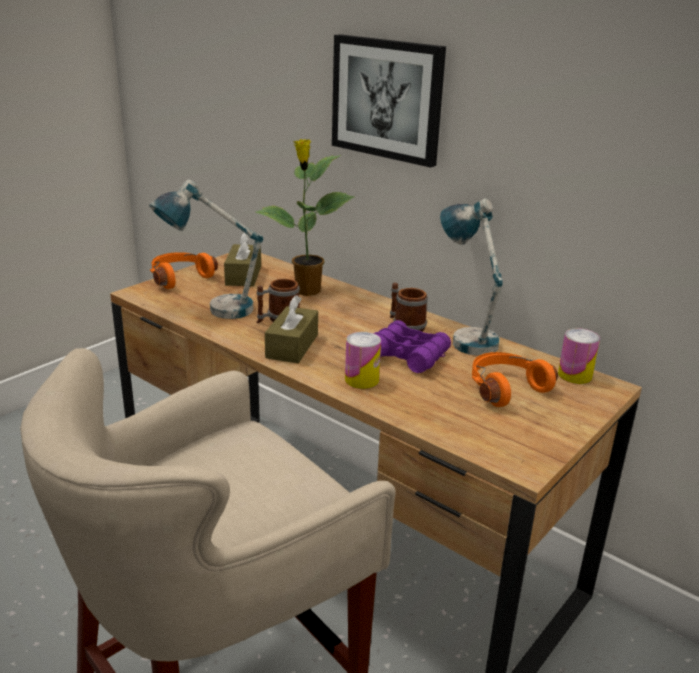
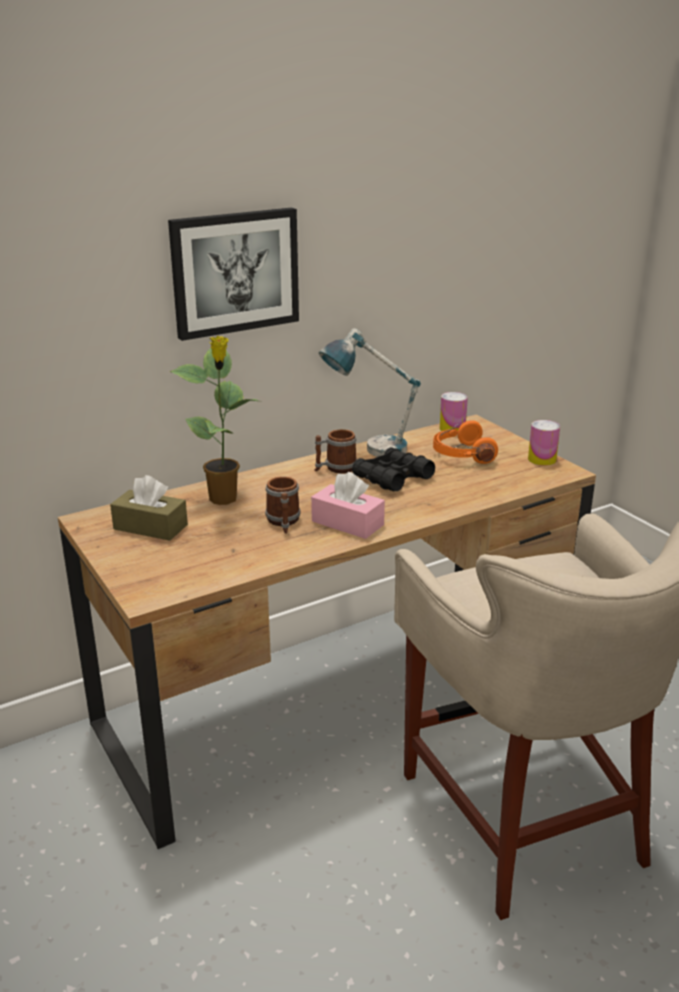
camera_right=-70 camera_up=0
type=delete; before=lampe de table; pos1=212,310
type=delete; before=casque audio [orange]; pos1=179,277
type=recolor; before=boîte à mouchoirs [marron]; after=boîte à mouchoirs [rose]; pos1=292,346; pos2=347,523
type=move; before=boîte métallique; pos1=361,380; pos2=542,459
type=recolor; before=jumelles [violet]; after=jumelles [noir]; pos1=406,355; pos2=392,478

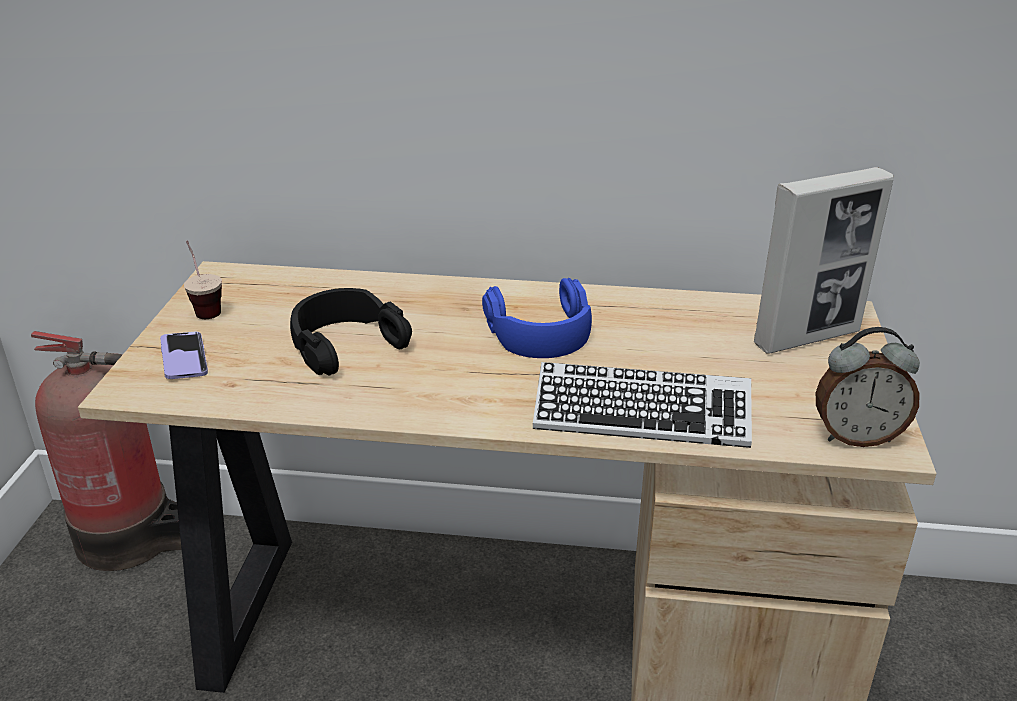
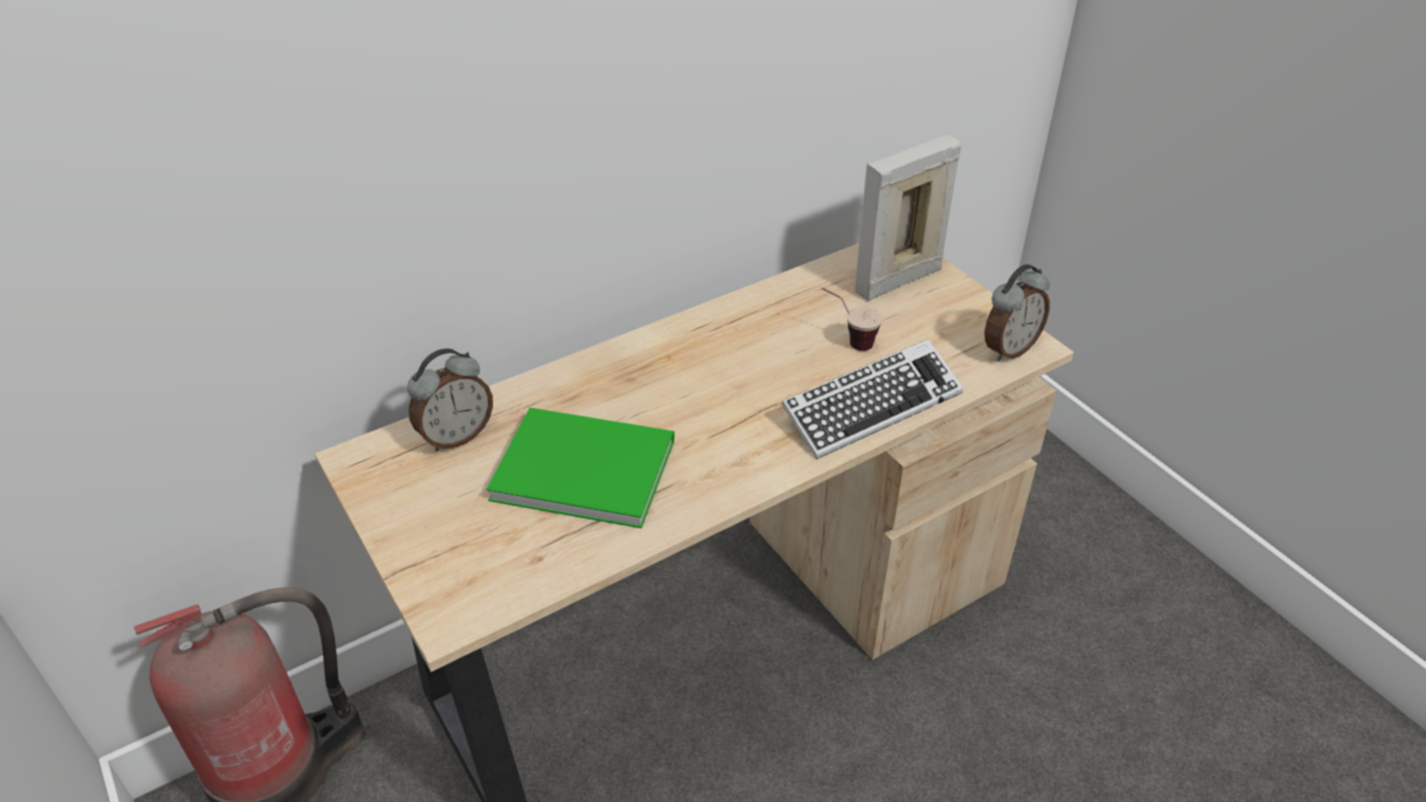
camera_right=-40 camera_up=10
type=delete; before=téléphone; pos1=184,357
type=move; before=tasse; pos1=204,307; pos2=847,341
type=replace; before=casque audio [noir]; after=livre [vert]; pos1=345,344; pos2=580,466
type=delete; before=casque audio [bleu]; pos1=540,331
type=rotate; before=cadre photo; pos1=807,338; pos2=897,281; turn=-150
type=insert; after=réveil; pos2=456,436

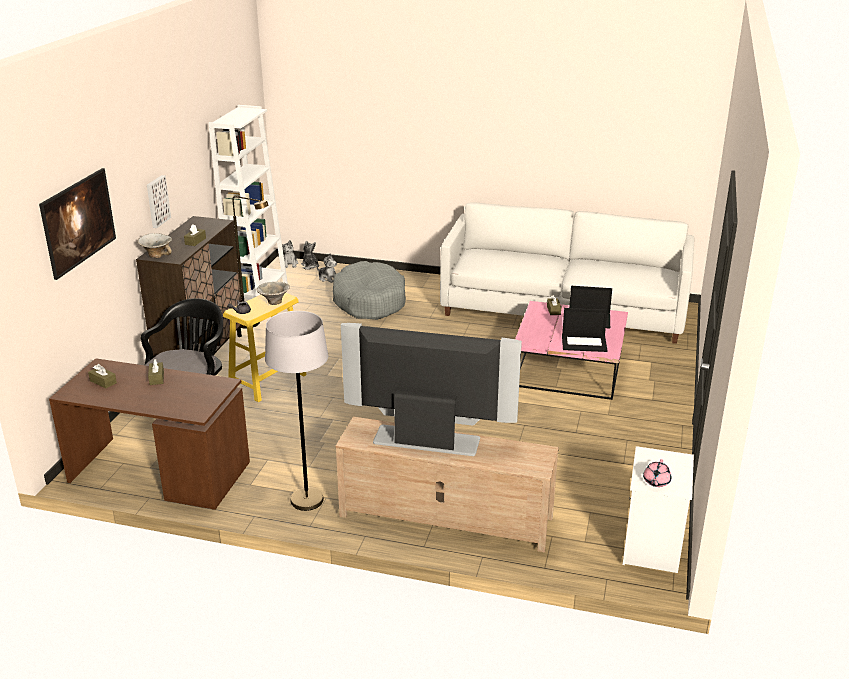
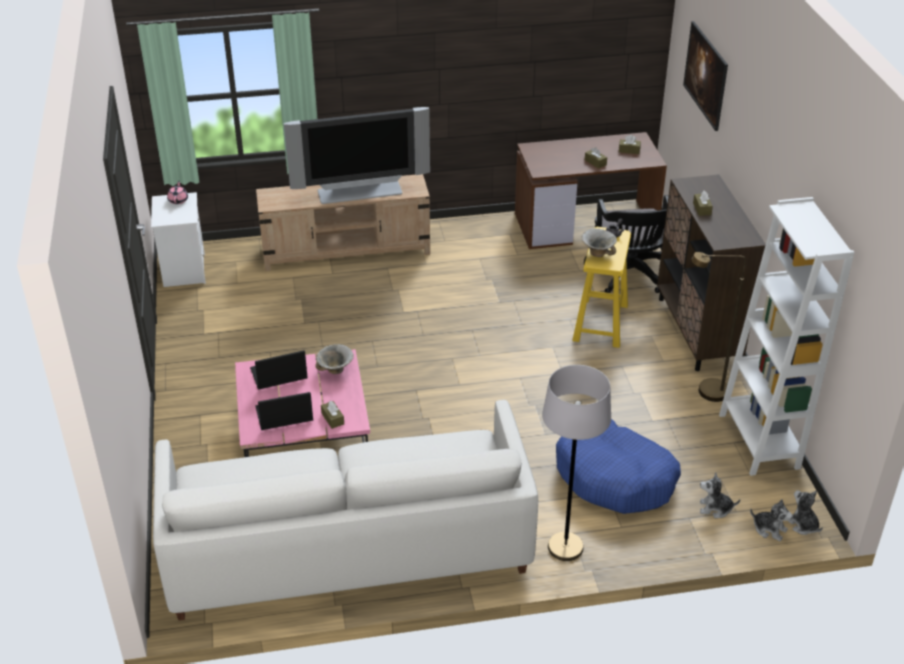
camera_right=155 camera_up=10
type=move; before=bol; pos1=157,255; pos2=335,370
type=delete; before=tableau; pos1=157,201
type=move; before=lampadaire [gris]; pos1=307,500; pos2=565,547
type=recolor; before=panier pour chien [gris]; after=panier pour chien [bleu]; pos1=369,301; pos2=614,477

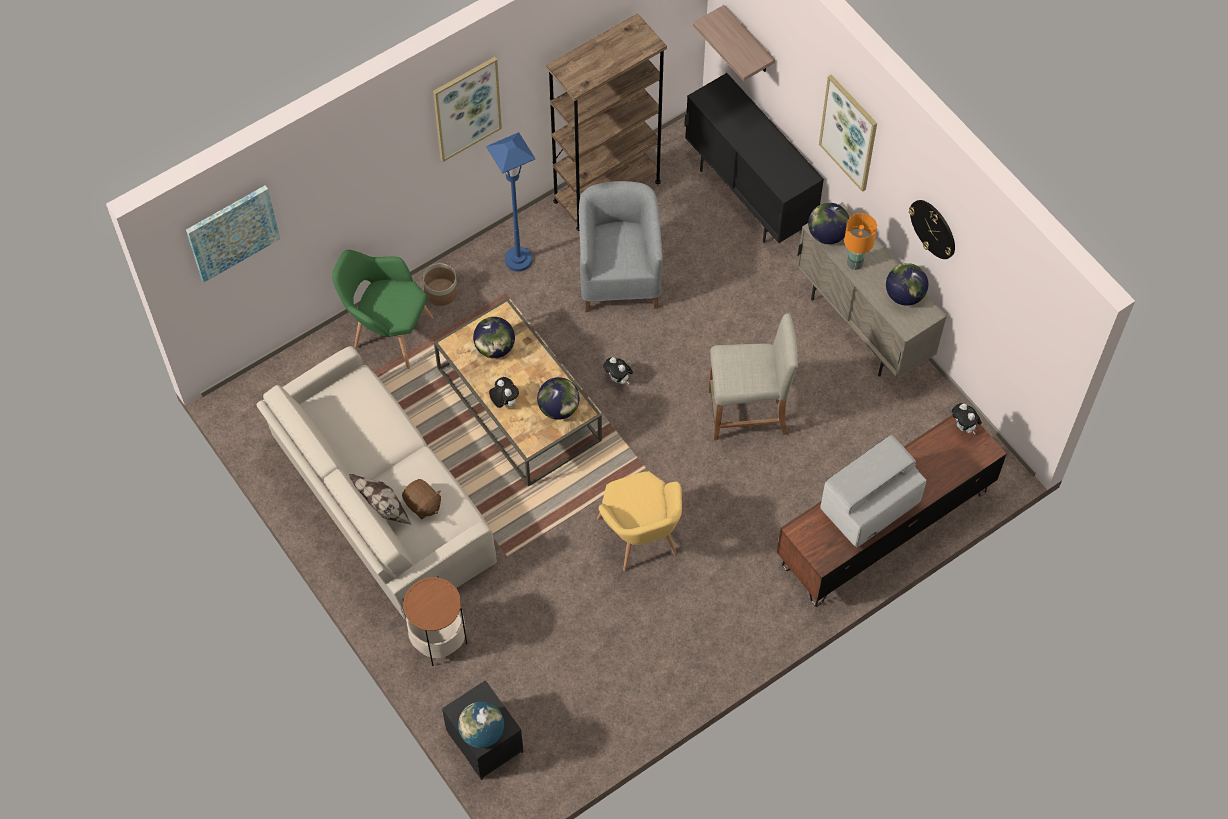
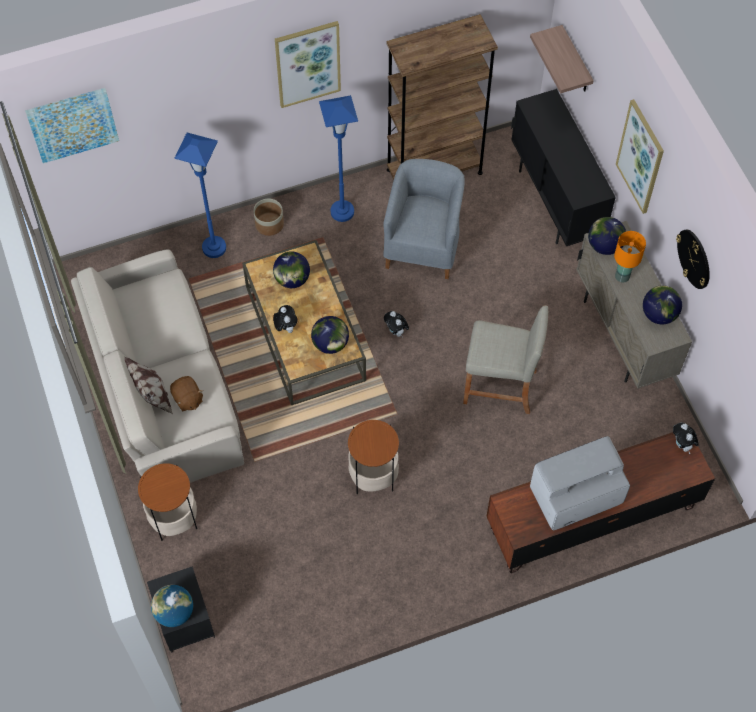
camera_right=15 camera_up=0
type=replace; before=fauteuil [vert]; after=lampadaire [bleu]; pos1=387,332; pos2=214,247
type=replace; before=fauteuil [jaune]; after=table d'appoint; pos1=640,541; pos2=373,476

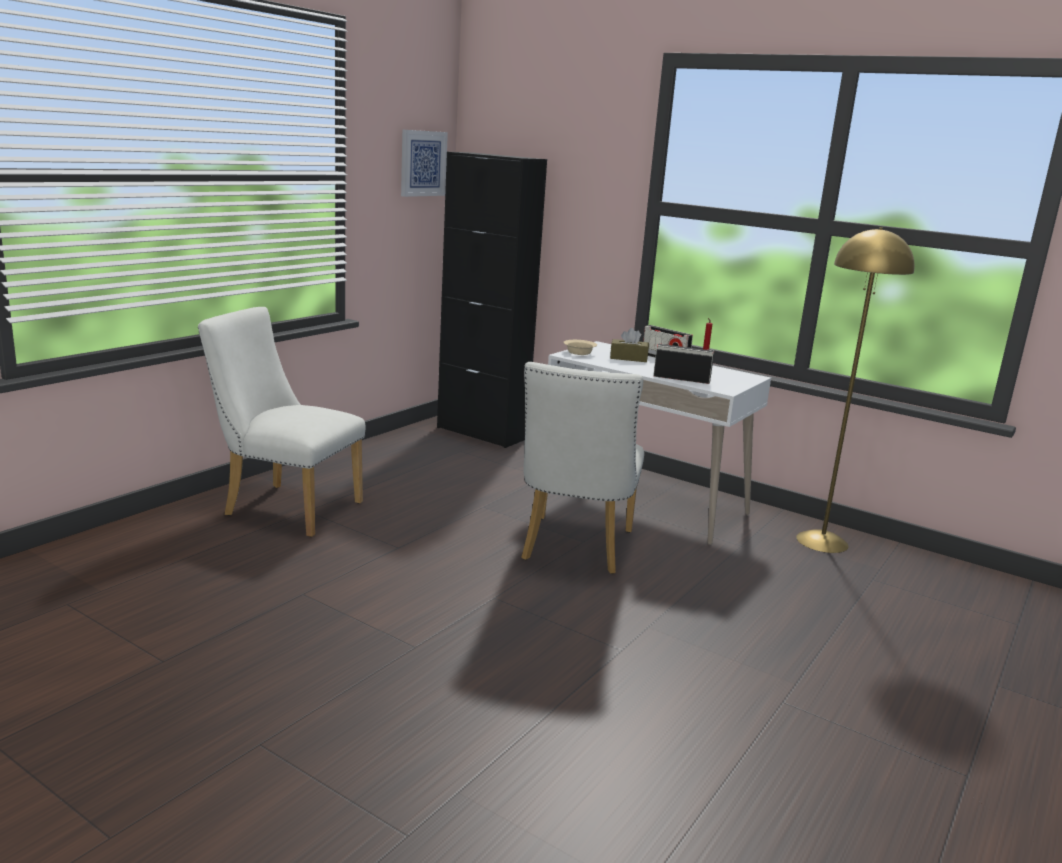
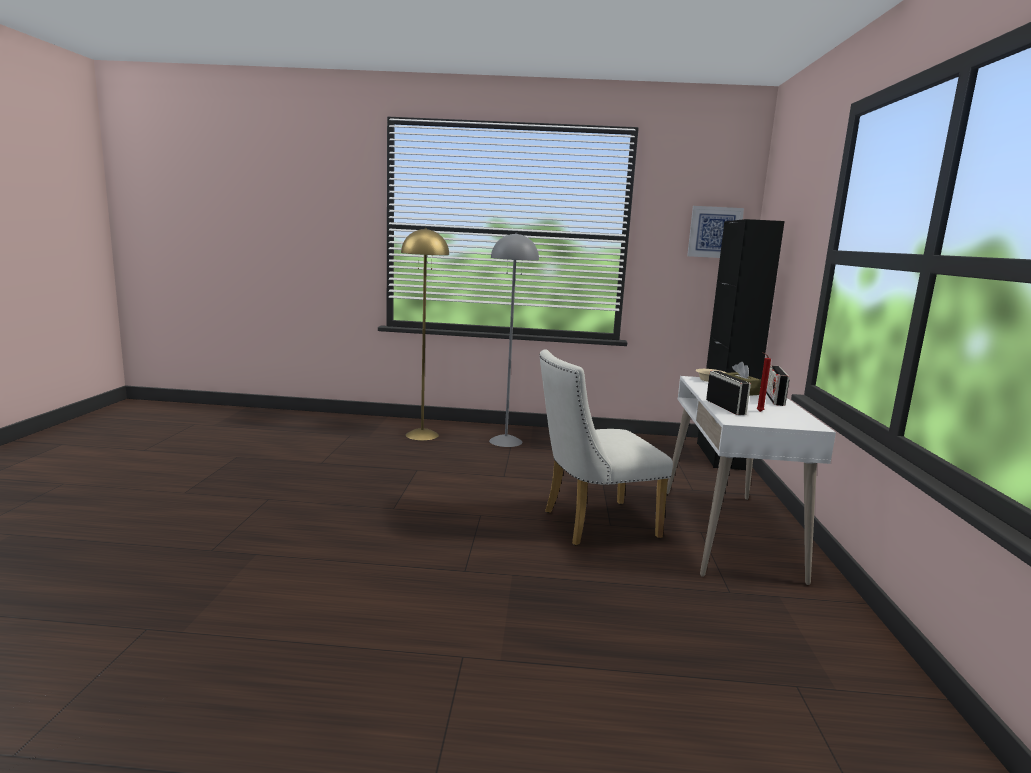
camera_right=60 camera_up=-5
type=replace; before=chaise [blanc]; after=lampadaire [gris]; pos1=285,507; pos2=506,441
type=move; before=lampadaire [jaune]; pos1=822,541; pos2=422,435

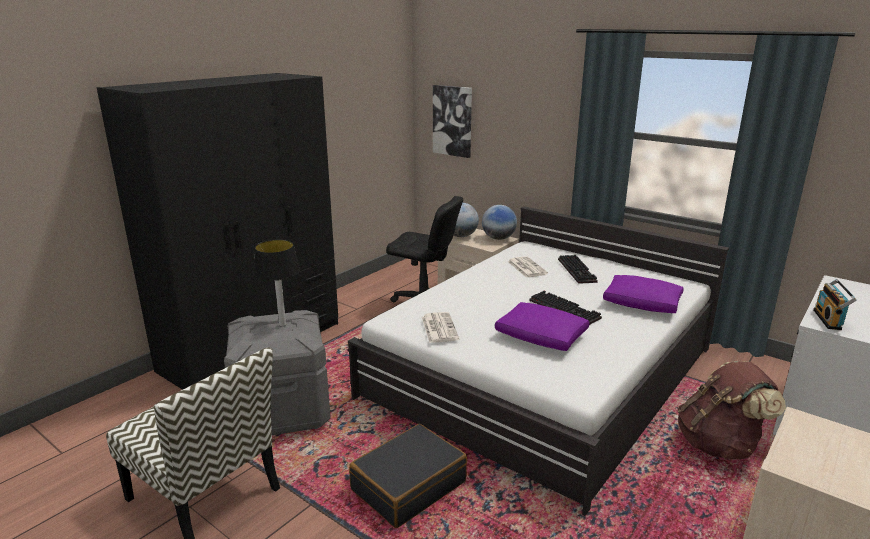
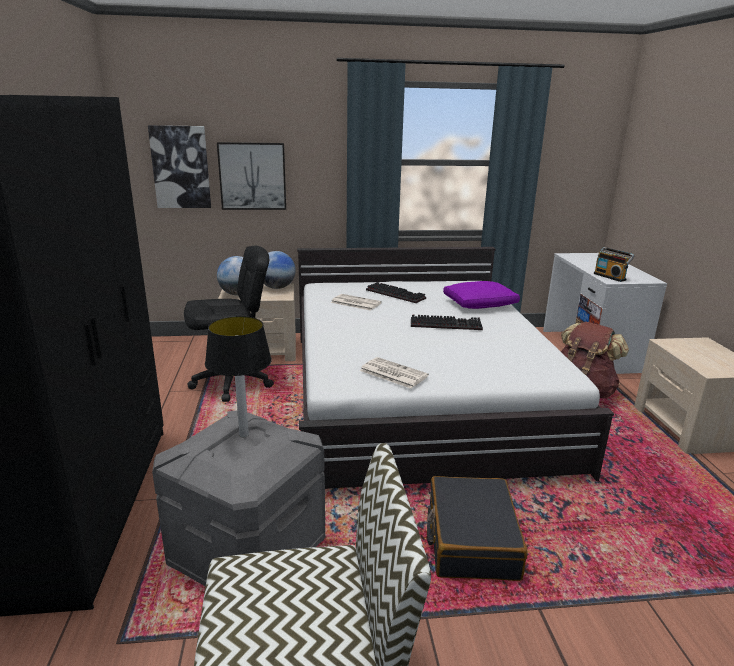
camera_right=-45 camera_up=0
type=delete; before=coussin [violet]; pos1=542,337
type=insert; after=tableau; pos2=252,176

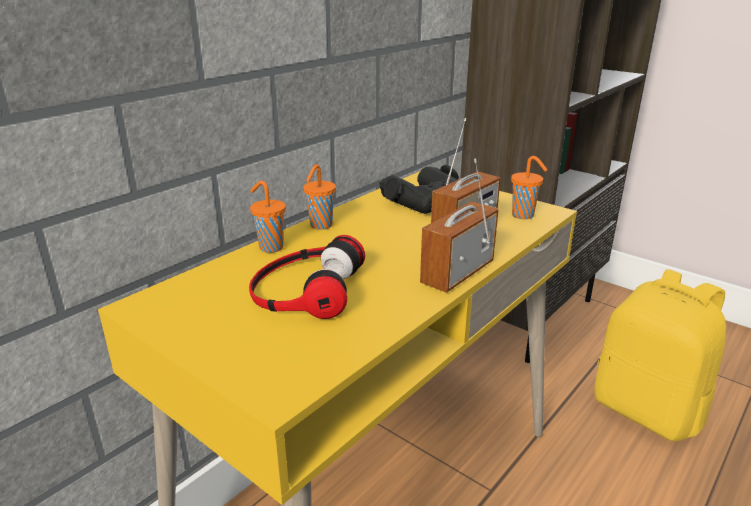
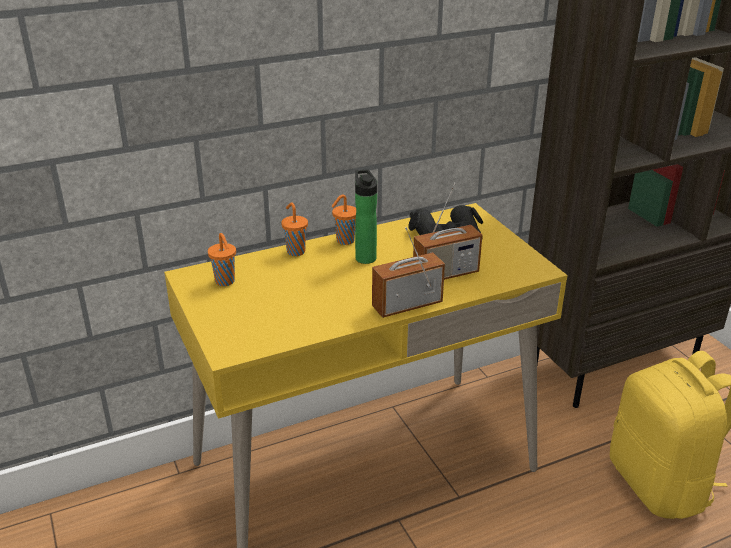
camera_right=25 camera_up=5
type=delete; before=casque audio; pos1=304,289
type=move; before=tasse [orange]; pos1=524,216; pos2=225,282
type=insert; after=bouteille; pos2=365,257

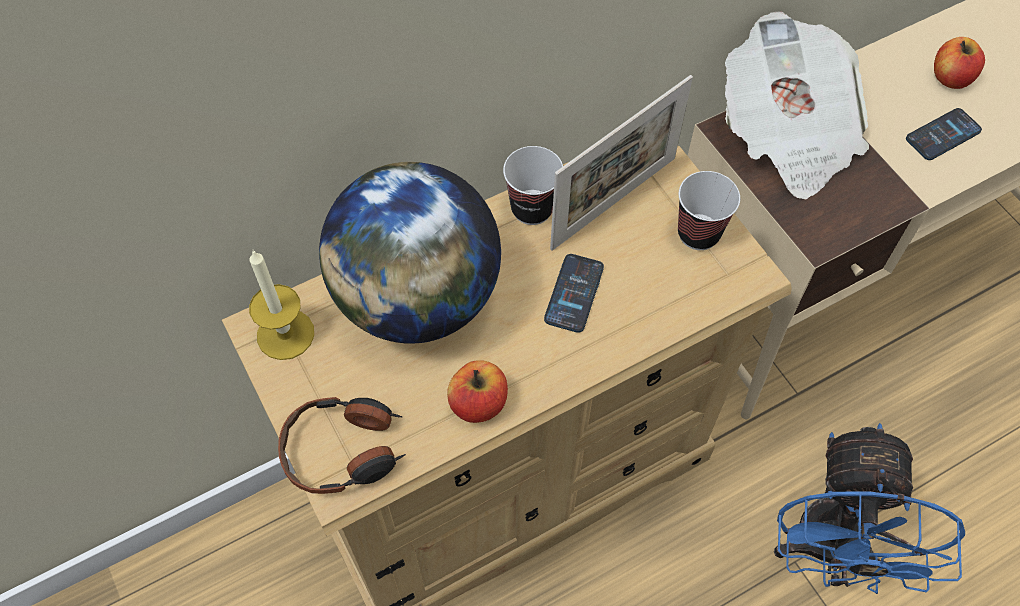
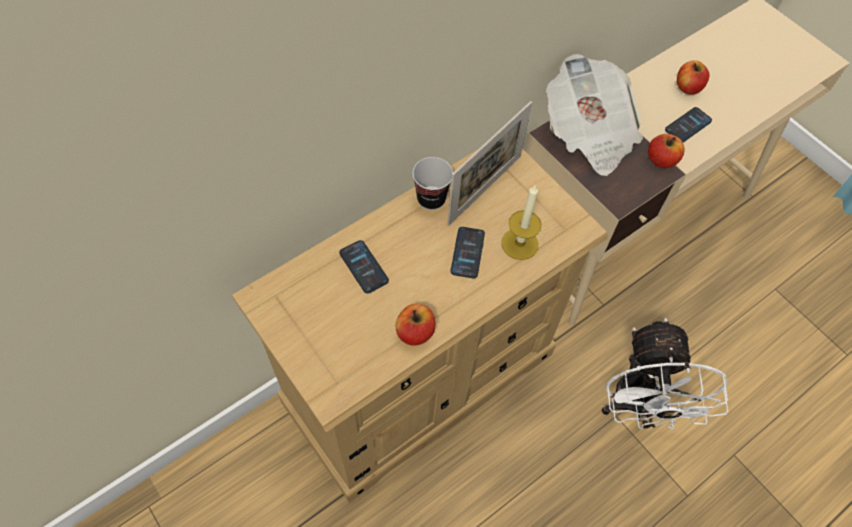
camera_right=-10 camera_up=0
type=move; before=bougie; pos1=285,334; pos2=519,243
type=delete; before=casque audio; pos1=344,450
type=replace; before=globe; after=téléphone; pos1=417,299; pos2=363,267
type=delete; before=tasse; pos1=698,233
type=recolor; before=ventilateur [bleu]; after=ventilateur [blanc]; pos1=829,553; pos2=637,407
type=insert; after=pomme; pos2=661,160

